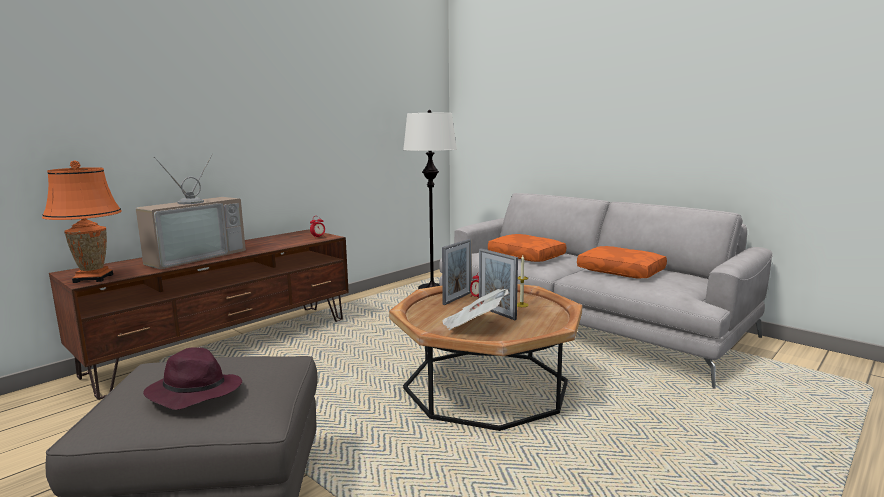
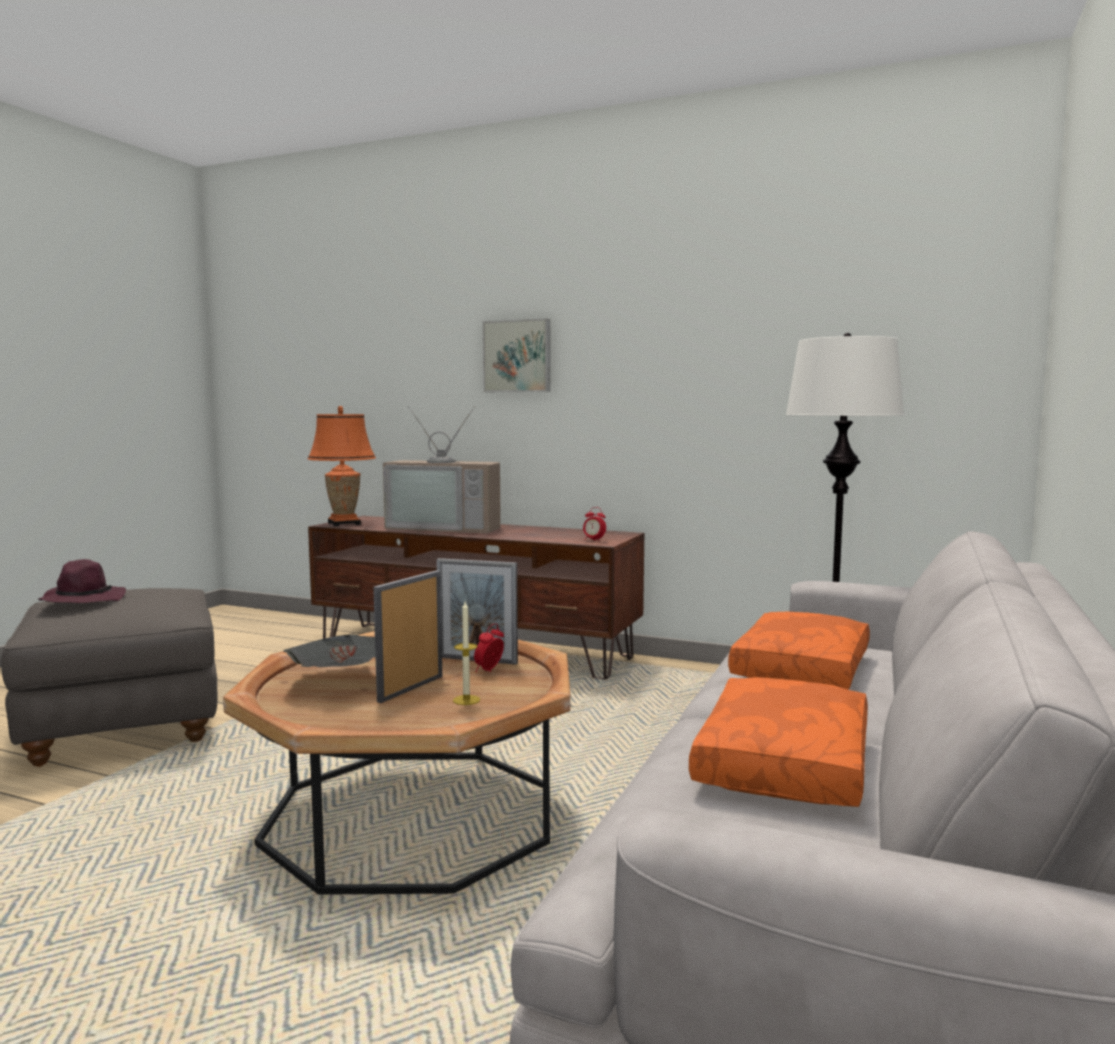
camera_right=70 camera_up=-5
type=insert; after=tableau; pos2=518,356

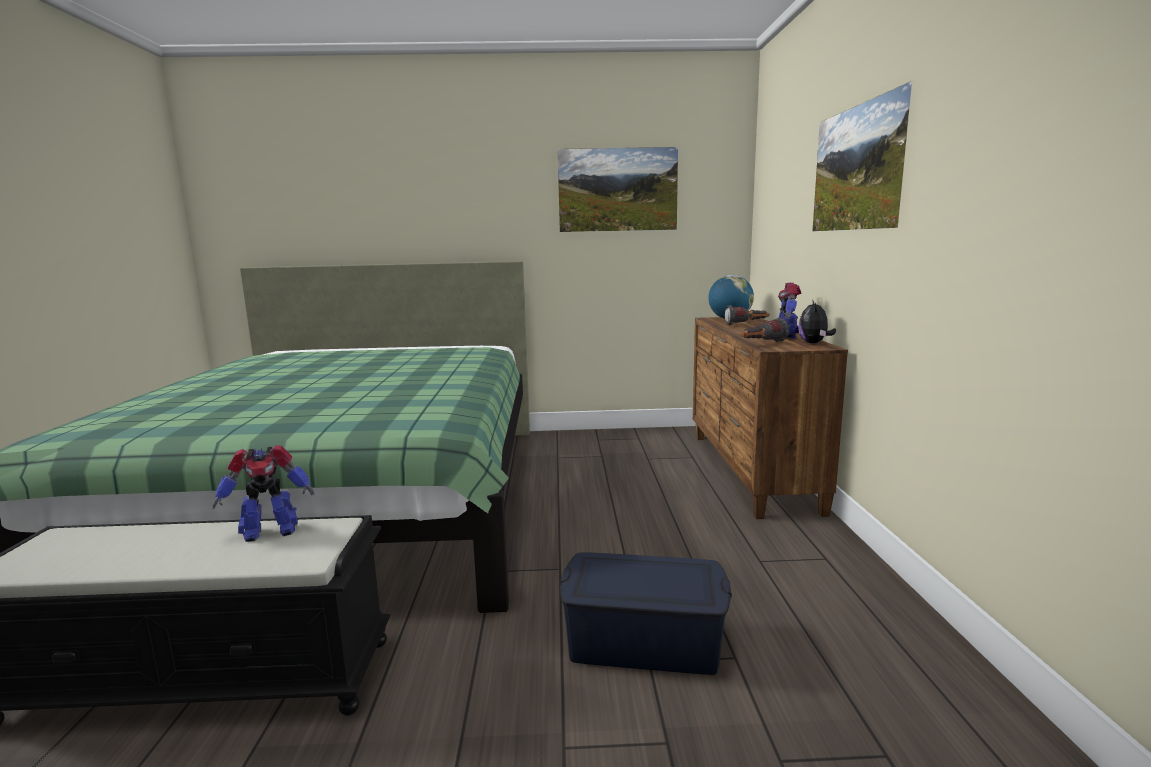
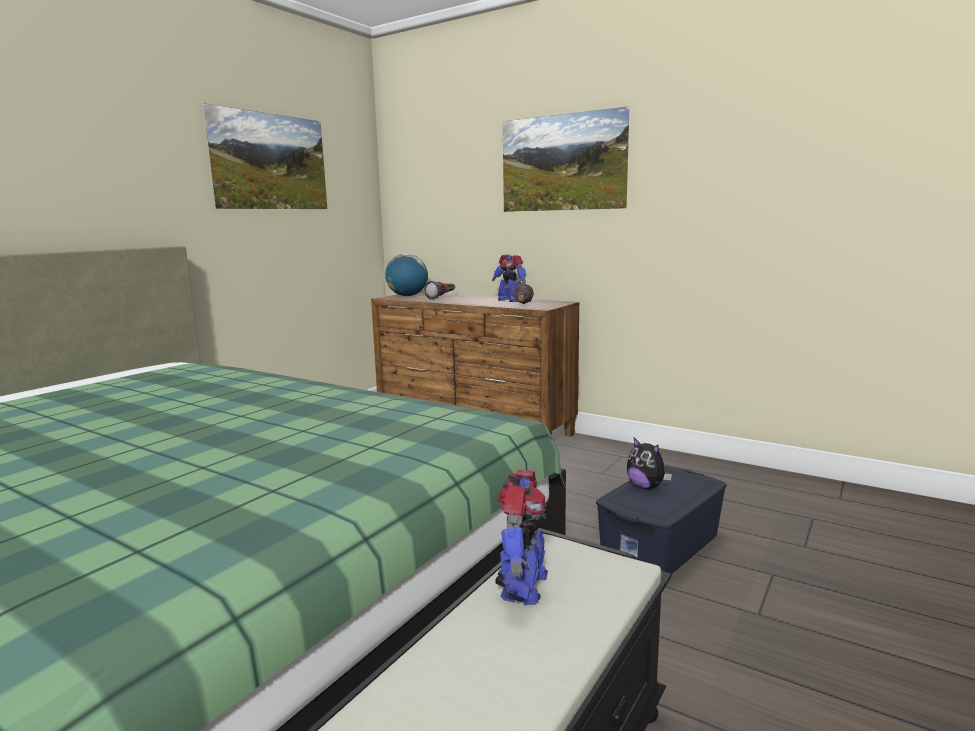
camera_right=-55 camera_up=0
type=move; before=peluche; pos1=814,343; pos2=646,487

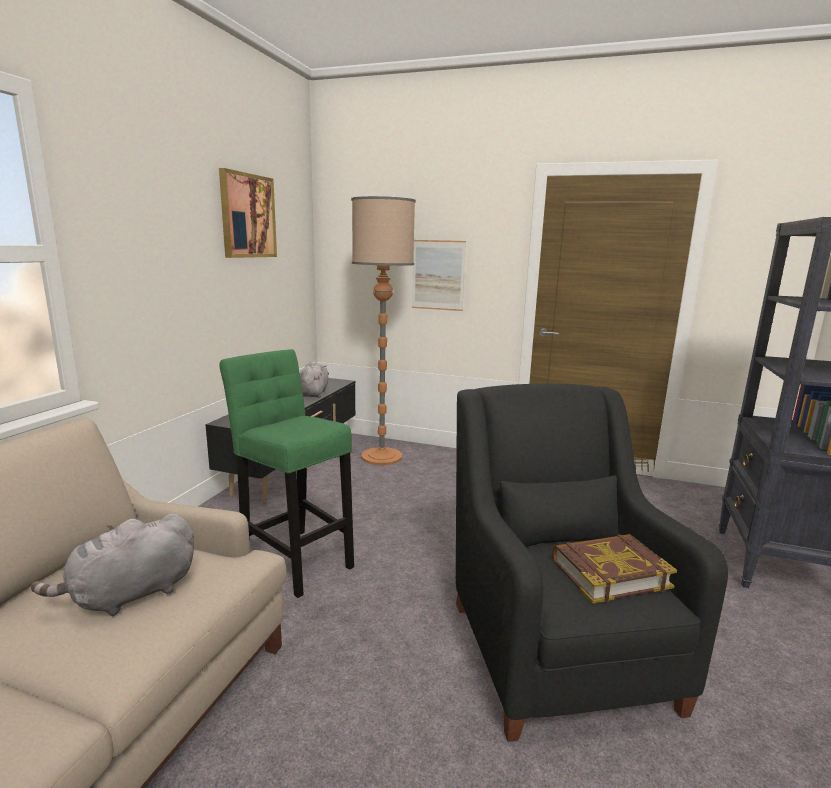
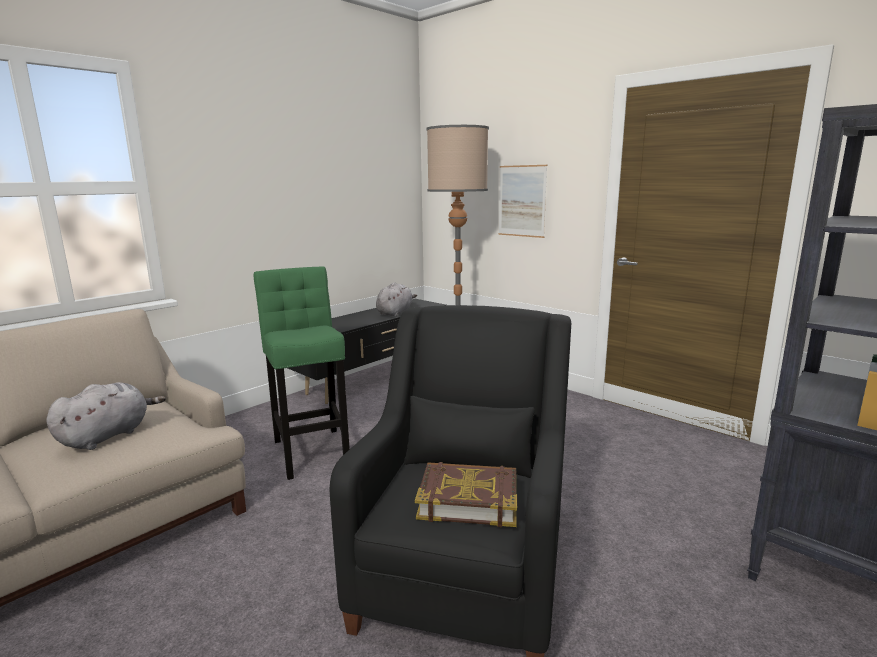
camera_right=25 camera_up=0
type=rotate; before=peluche [gris]; pos1=130,595; pos2=108,435; turn=135
type=delete; before=tableau; pos1=247,216

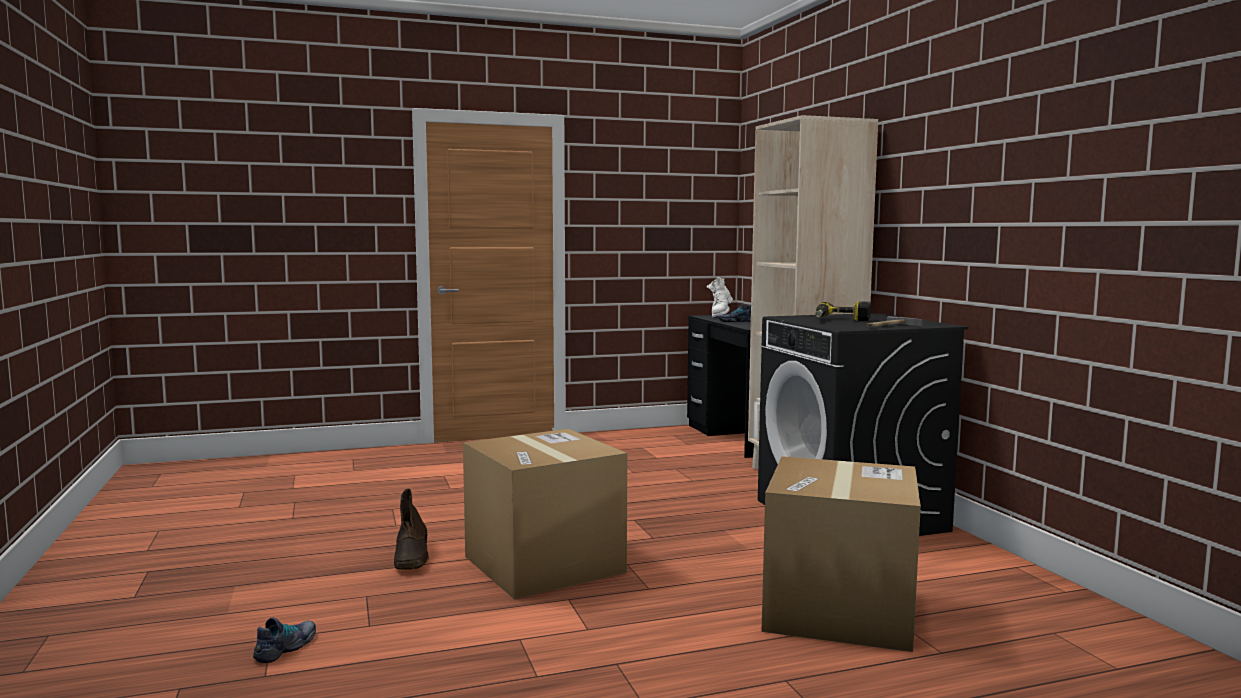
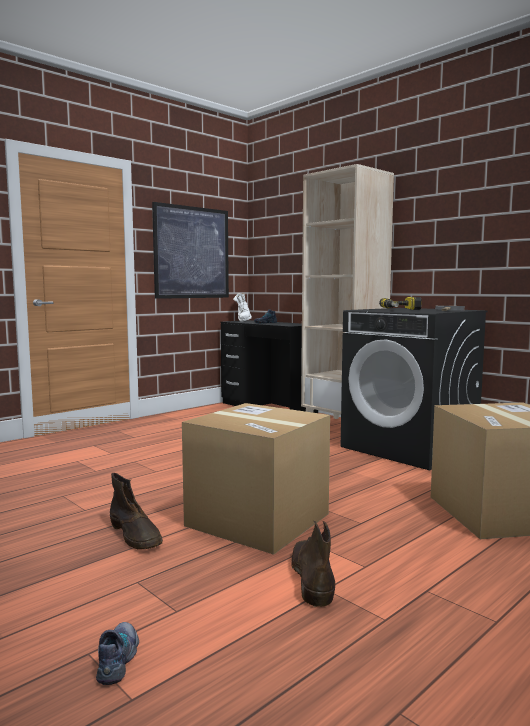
camera_right=-25 camera_up=0
type=insert; after=tableau; pos2=192,252
type=insert; after=botte [marron]; pos2=311,577

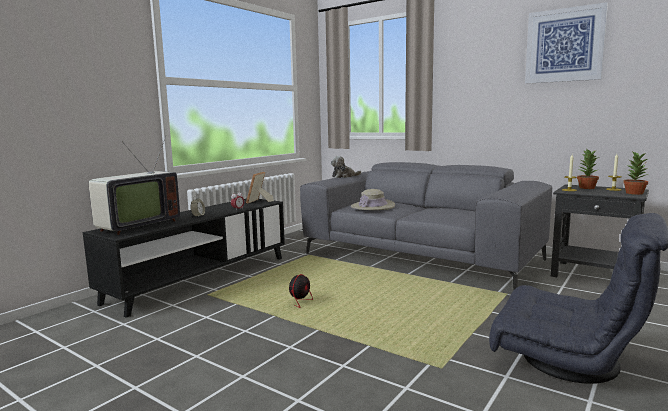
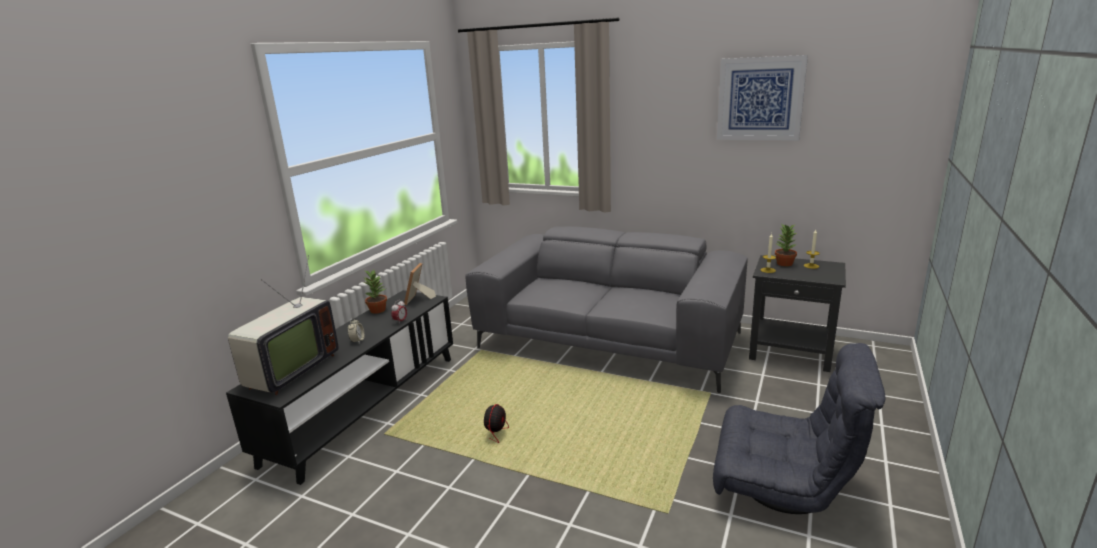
camera_right=-10 camera_up=10
type=delete; before=peluche; pos1=344,176
type=delete; before=chapeau [beige]; pos1=373,206
type=move; before=plante en pot; pos1=634,193; pos2=377,310

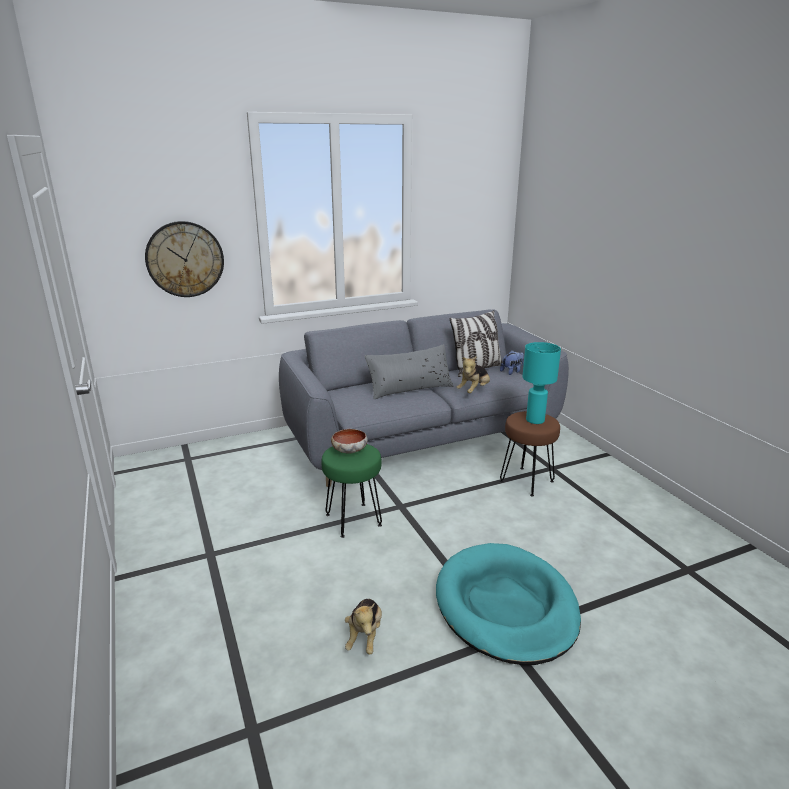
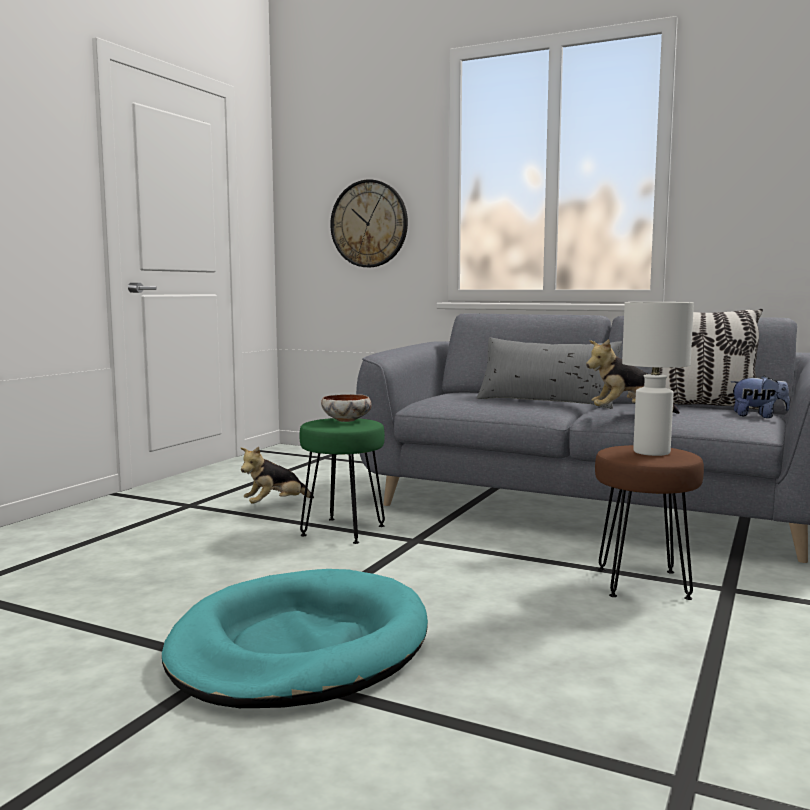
camera_right=50 camera_up=-15
type=move; before=peluche; pos1=364,636; pos2=275,505
type=recolor; before=lampe de table [turquoise]; after=lampe de table [blanc]; pos1=535,420; pos2=652,452

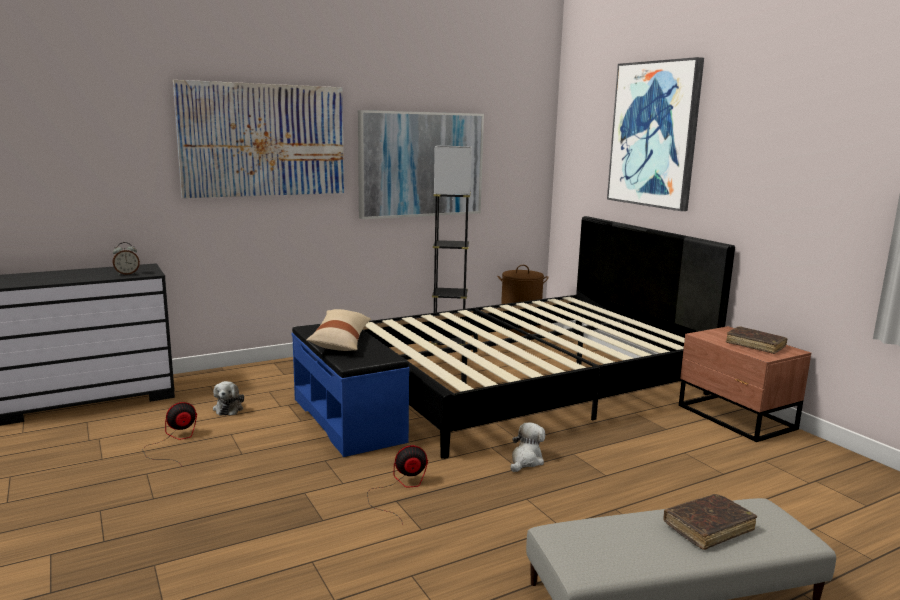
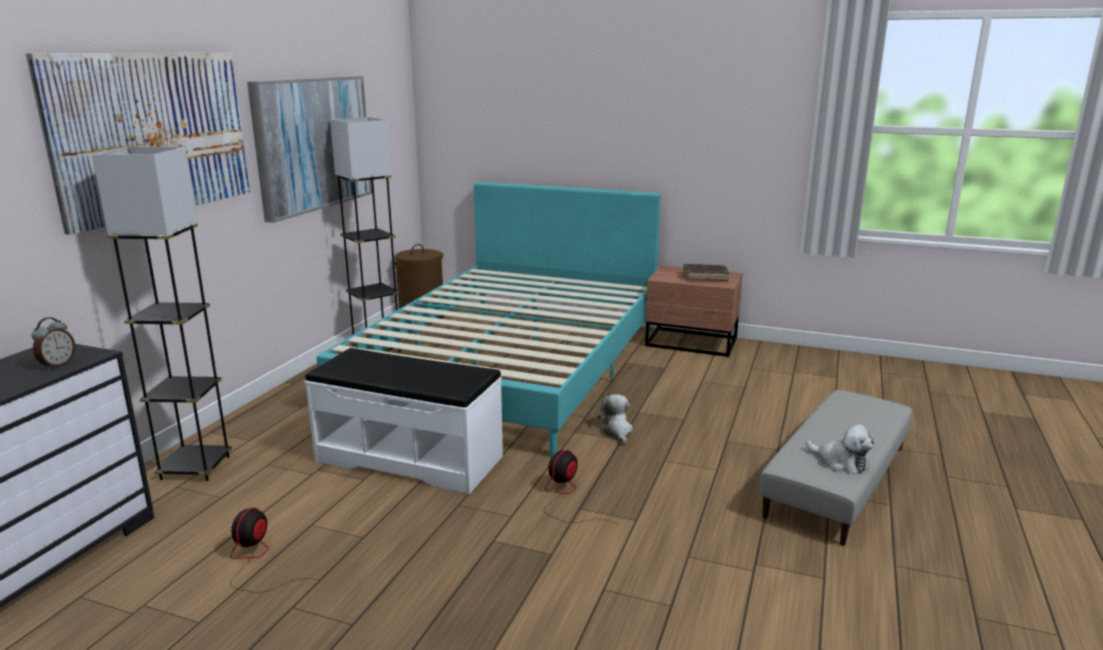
camera_right=-40 camera_up=5
type=move; before=peluche; pos1=229,408; pos2=840,462
type=recolor; before=banc [bleu]; after=banc [blanc]; pos1=348,419; pos2=410,458
type=delete; before=coussin [beige]; pos1=341,341
type=recolor; before=lit [noir]; after=lit [turquoise]; pos1=527,384; pos2=511,366
type=delete; before=tableau; pos1=654,134
type=delete; before=livre [marron]; pos1=708,528
type=insert; after=lampadaire [gris]; pos2=195,468

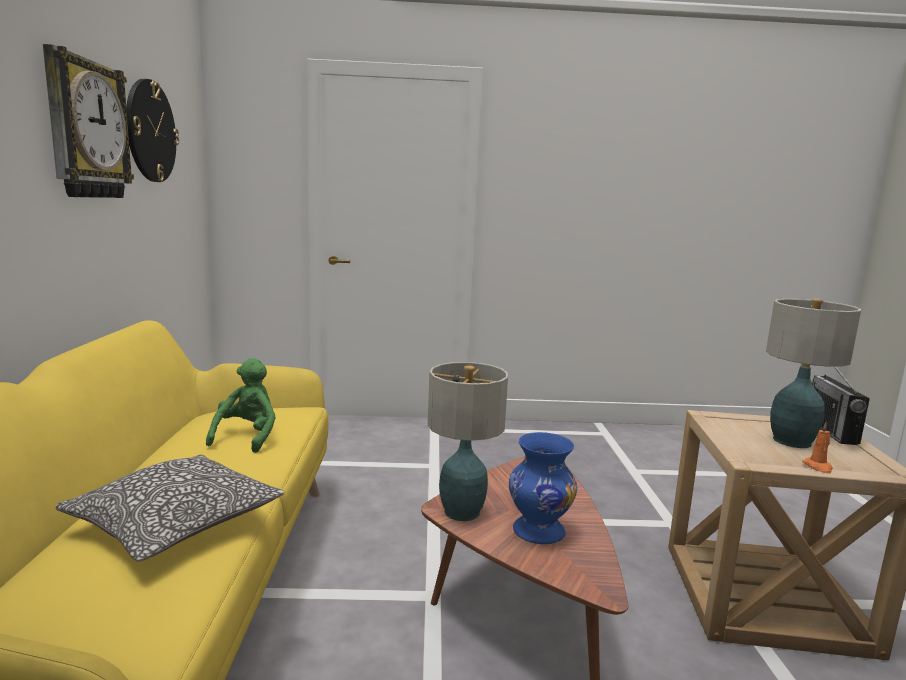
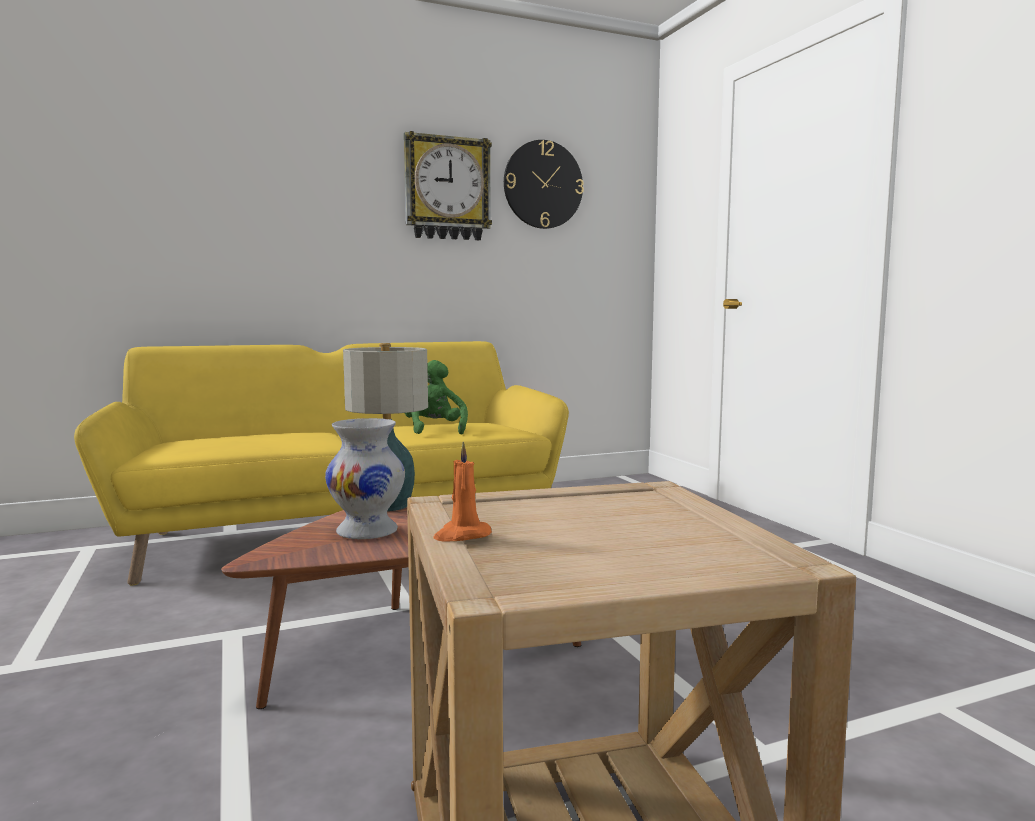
camera_right=70 camera_up=-5
type=delete; before=coussin; pos1=176,523
type=rotate; before=peluche [vert]; pos1=247,437; pos2=435,430; turn=-90
type=recolor; before=vase [bleu]; after=vase [blanc]; pos1=538,531; pos2=368,531
type=delete; before=lampe de table; pos1=792,441
type=delete; before=radio; pos1=831,431

